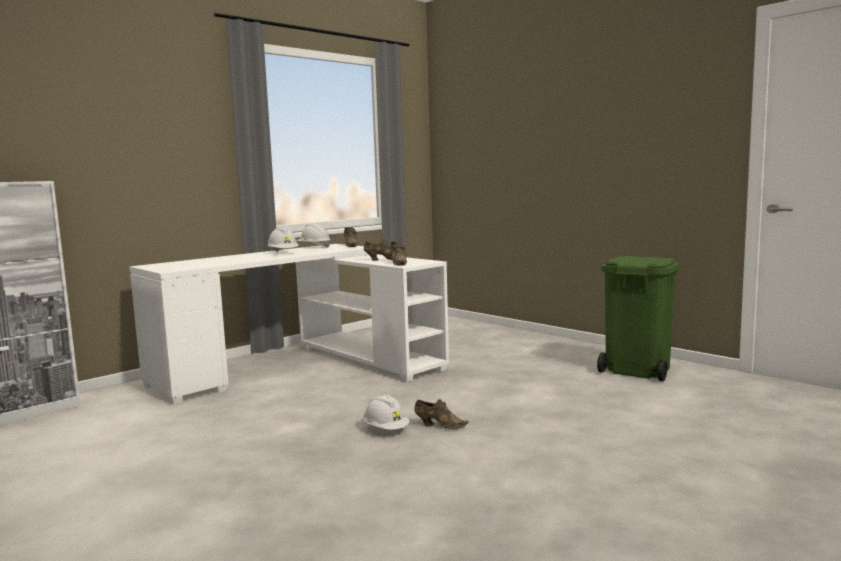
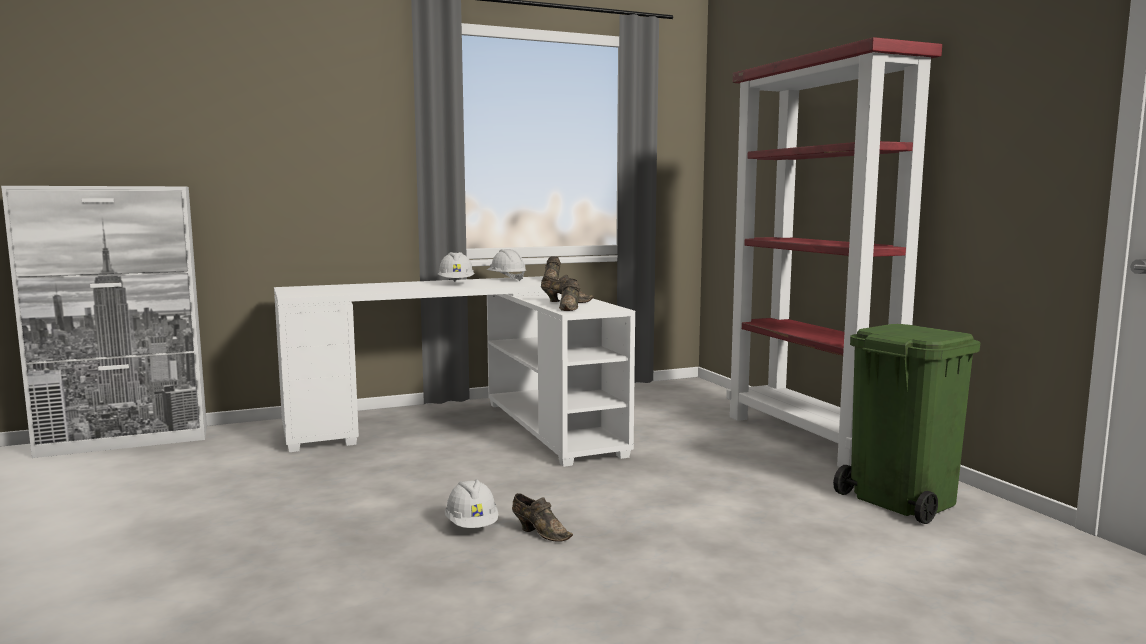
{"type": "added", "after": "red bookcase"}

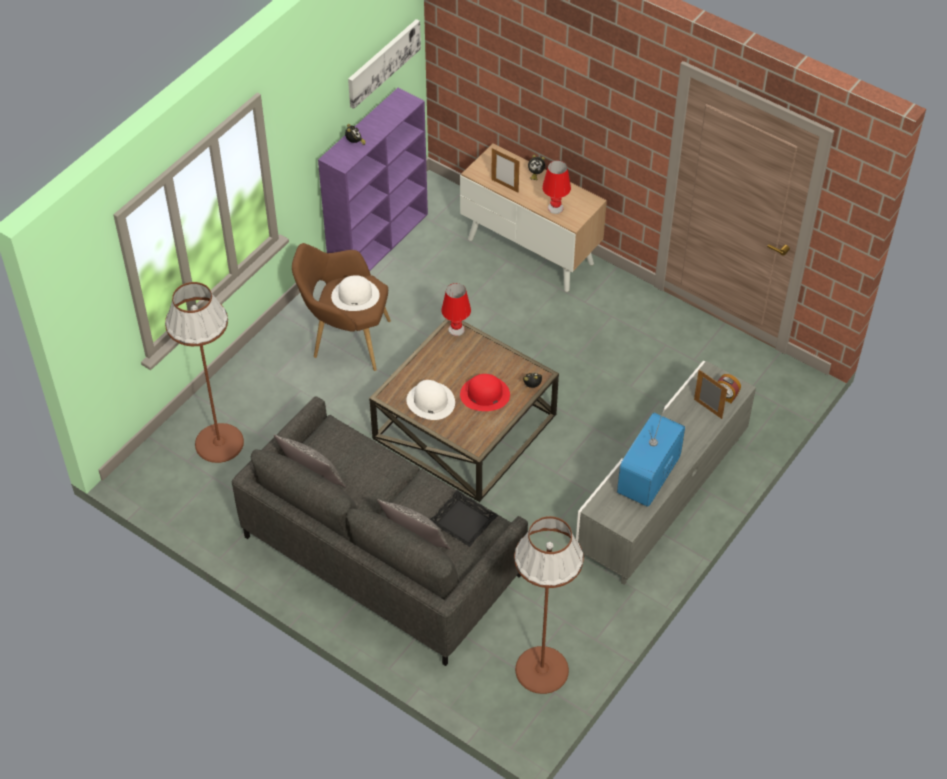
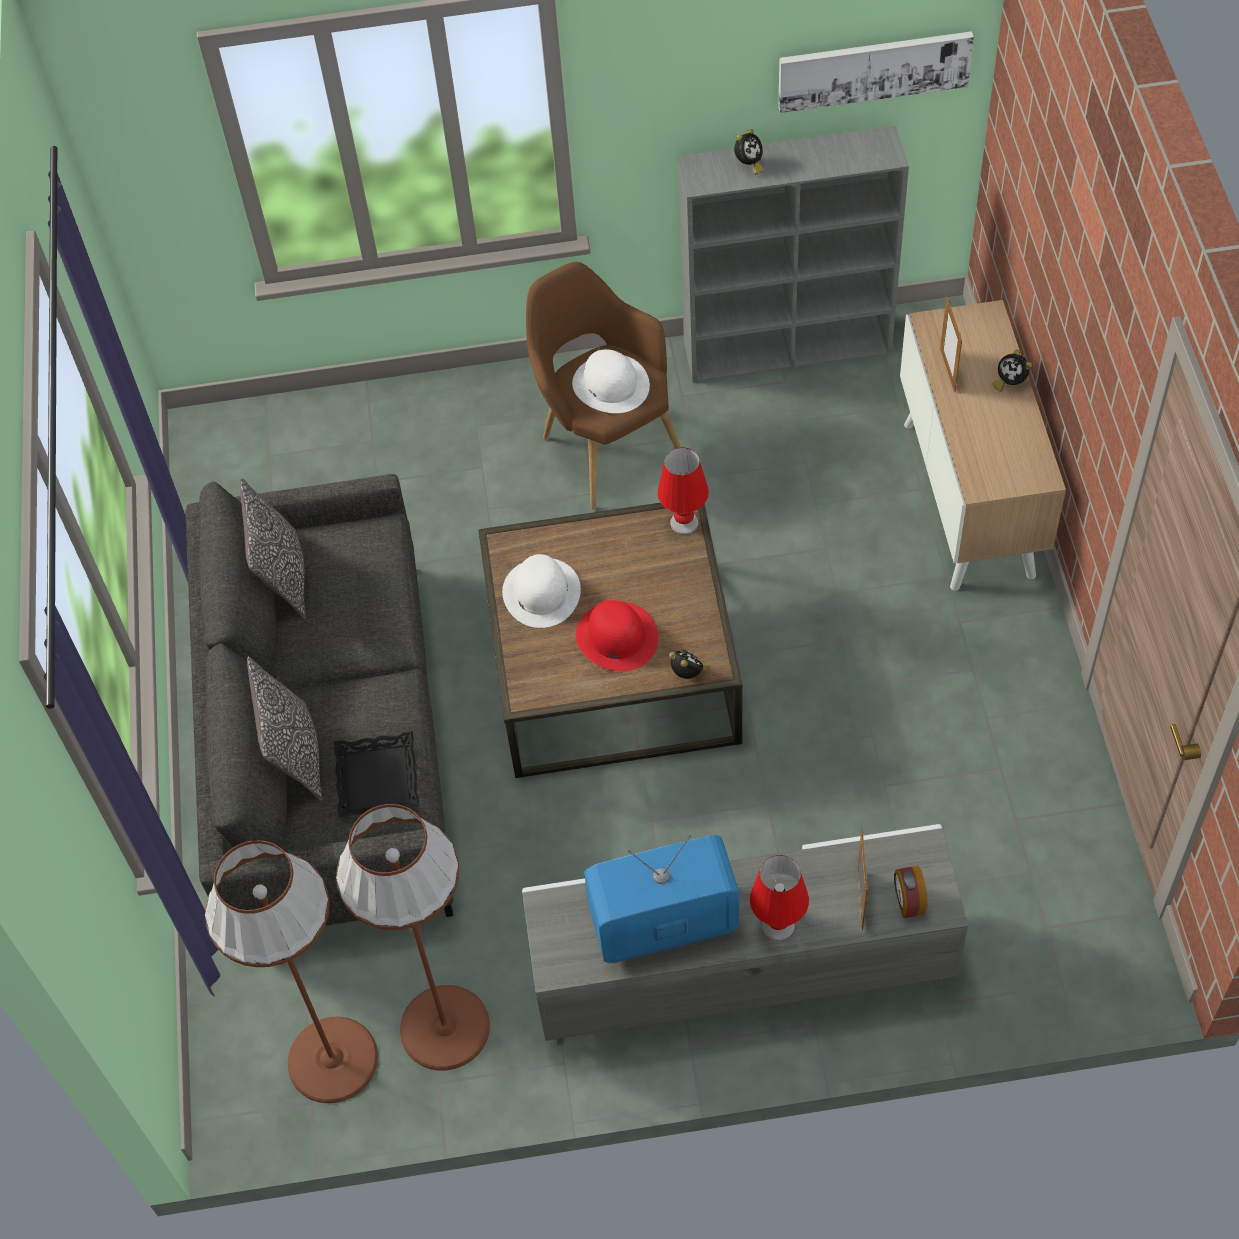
{"type": "moved", "before": "brown floor lamp (1st from left in the first image)", "after": "brown floor lamp (2nd from left)"}
{"type": "recoloured", "before": "purple bookcase", "after": "grey bookcase"}
{"type": "moved", "before": "red table lamp (2nd from left)"}

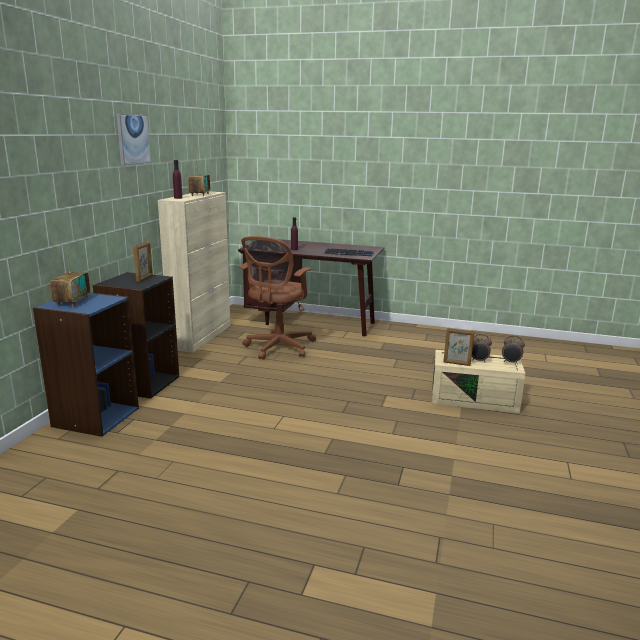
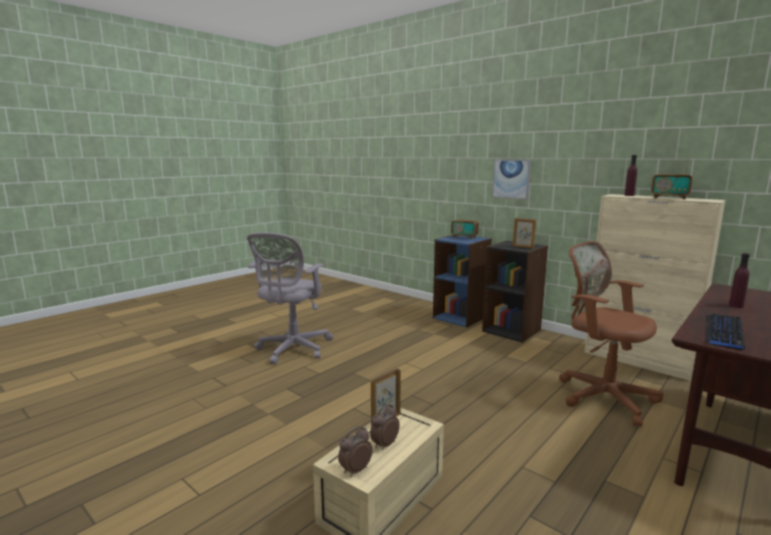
{"type": "moved", "before": "picture"}
{"type": "added", "after": "grey office chair"}

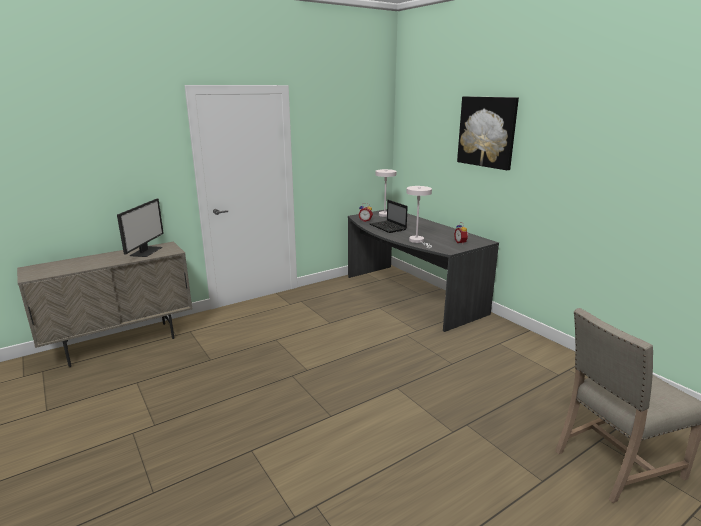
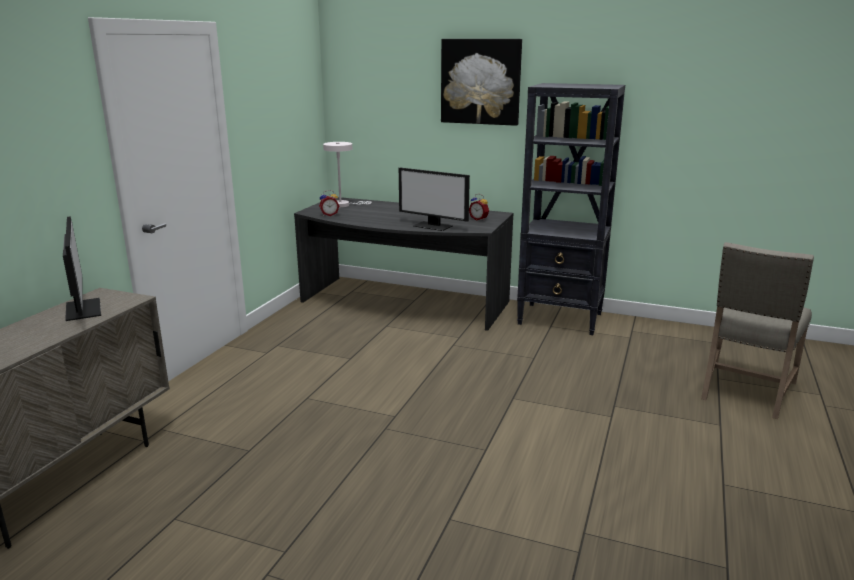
{"type": "removed", "before": "laptop"}
{"type": "replaced", "before": "white table lamp (2nd from left)", "after": "monitor (2nd from left)"}
{"type": "added", "after": "black bookcase"}

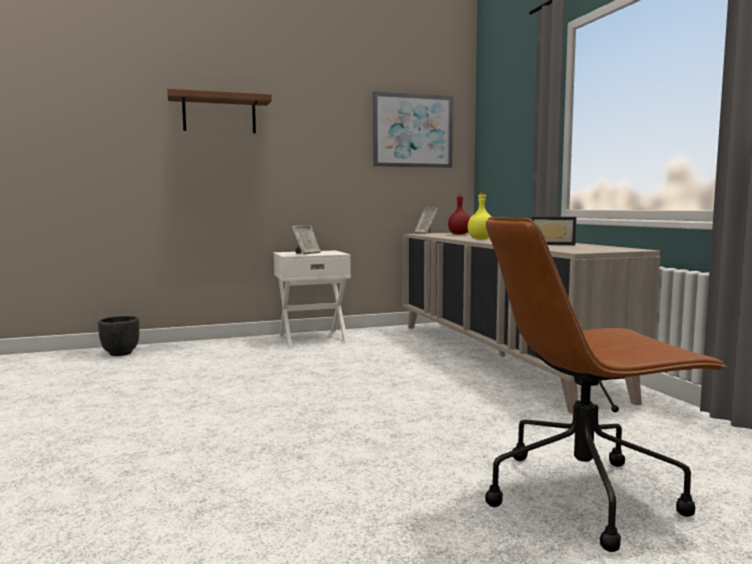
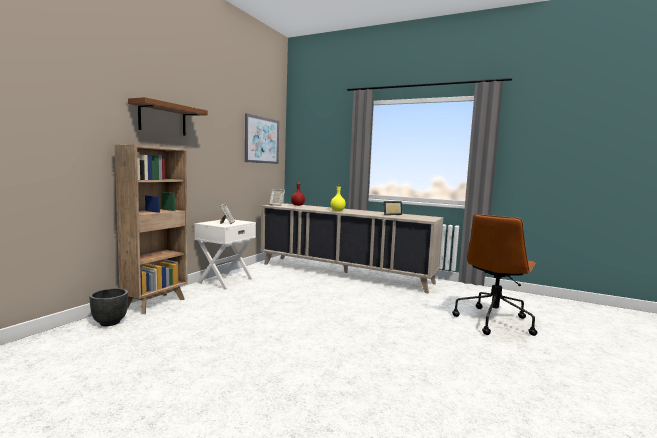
{"type": "added", "after": "brown bookcase"}

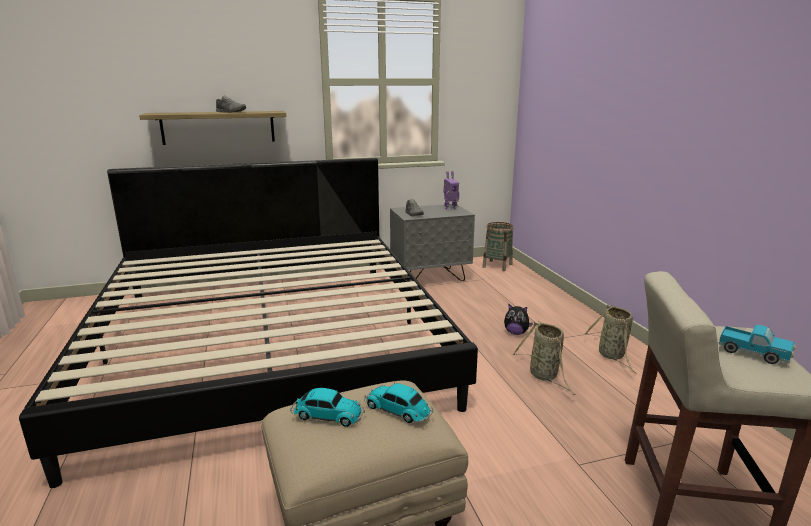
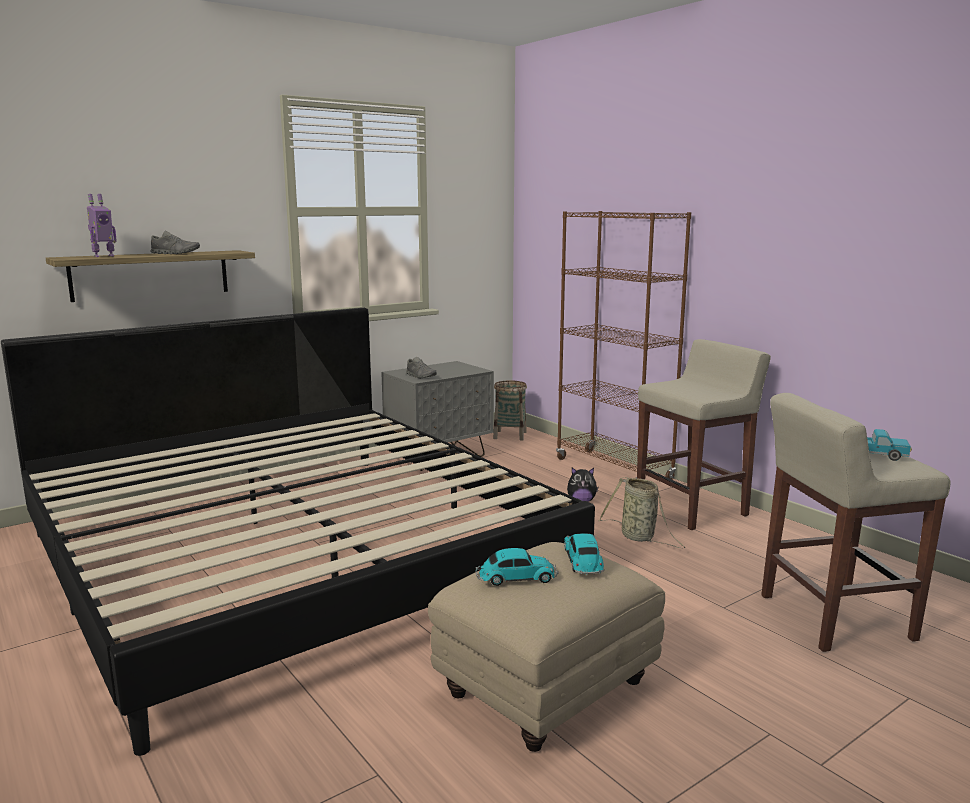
{"type": "turned", "before": "toy car (2nd from left)", "turn": 75}
{"type": "moved", "before": "toy robot"}
{"type": "replaced", "before": "basket (3rd from left)", "after": "beige stool (1st from left)"}
{"type": "added", "after": "brown bookcase"}

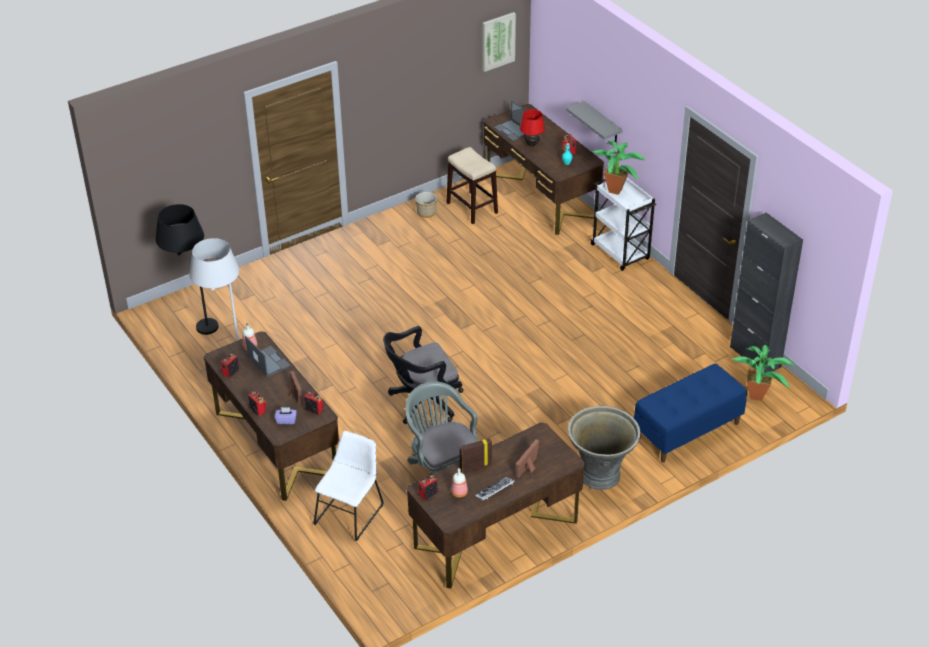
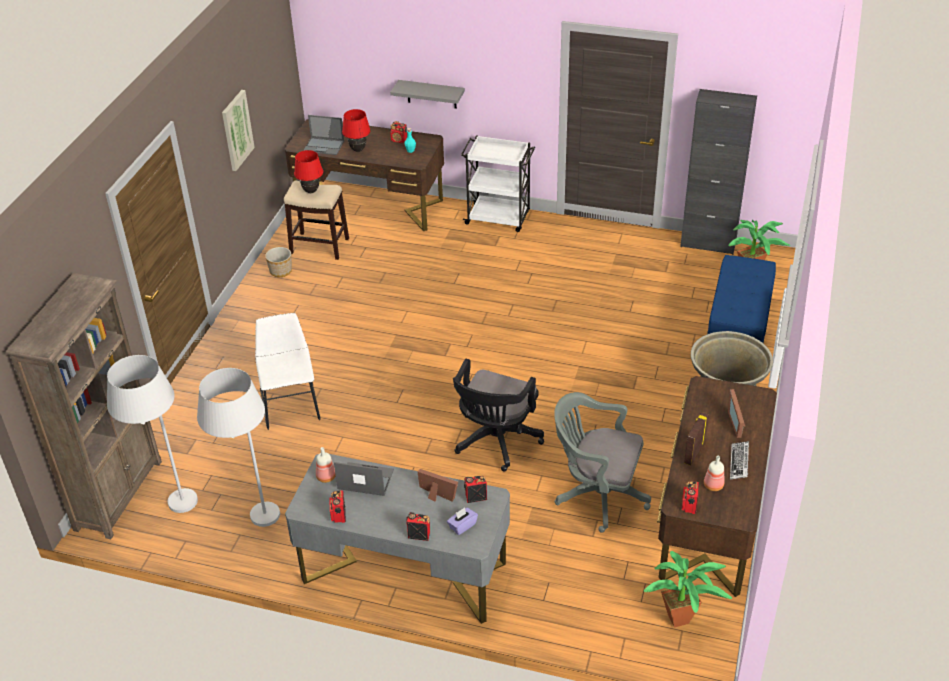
{"type": "recoloured", "before": "black floor lamp", "after": "white floor lamp (1st from left)"}
{"type": "recoloured", "before": "brown desk (1st from left)", "after": "grey desk"}
{"type": "moved", "before": "white chair"}
{"type": "moved", "before": "picture"}
{"type": "moved", "before": "potted plant (1st from left)"}
{"type": "added", "after": "brown bookcase"}
{"type": "added", "after": "red table lamp (1st from left)"}

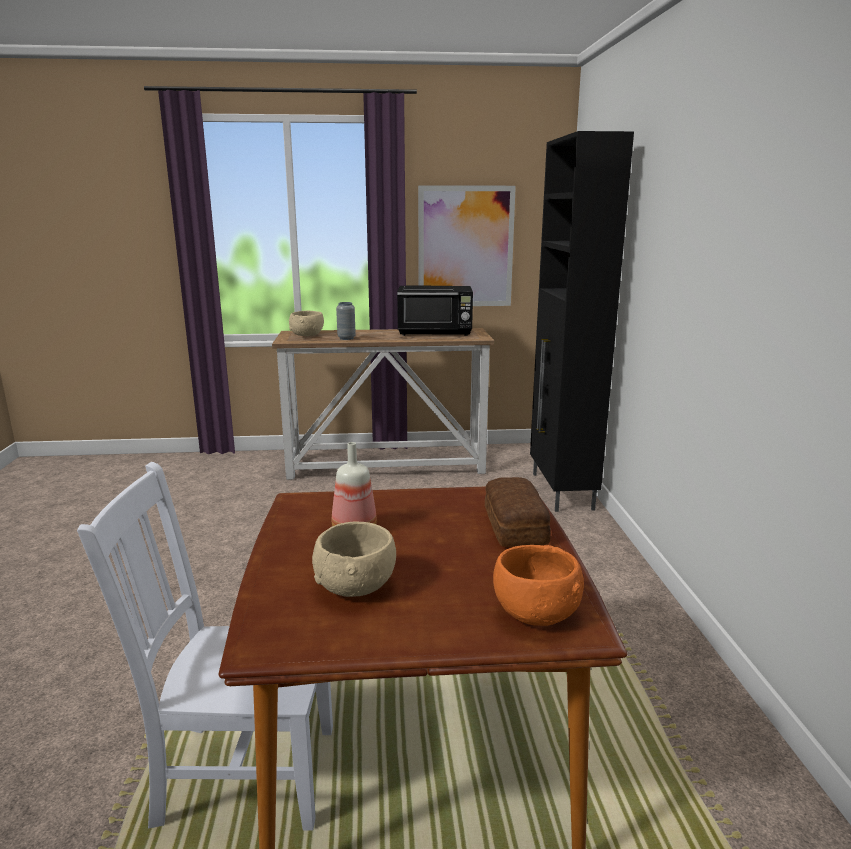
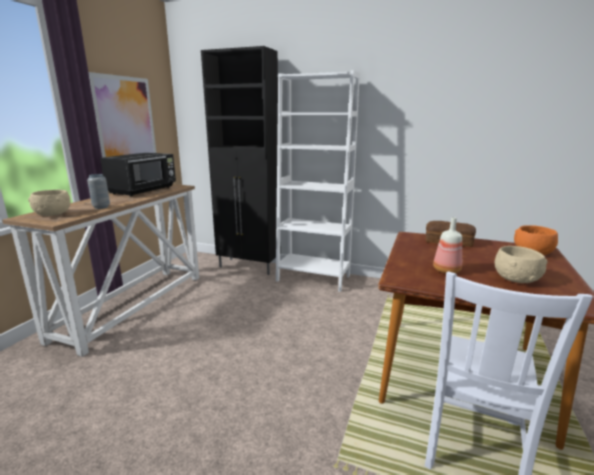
{"type": "added", "after": "white bookcase"}

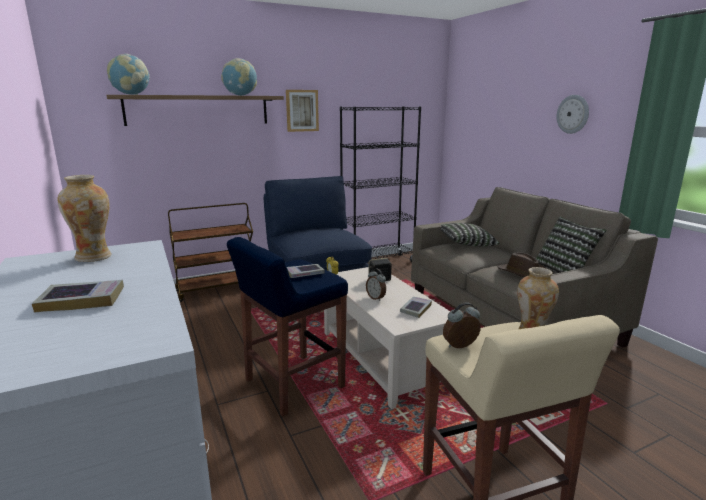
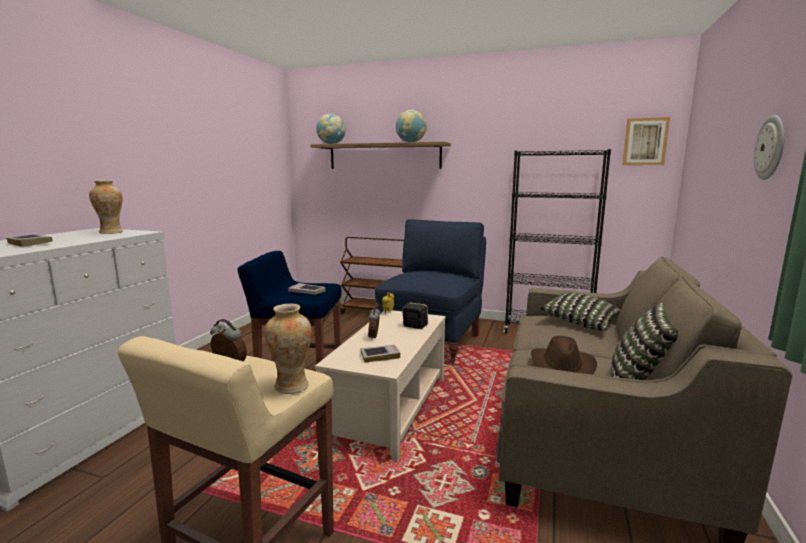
{"type": "moved", "before": "picture"}

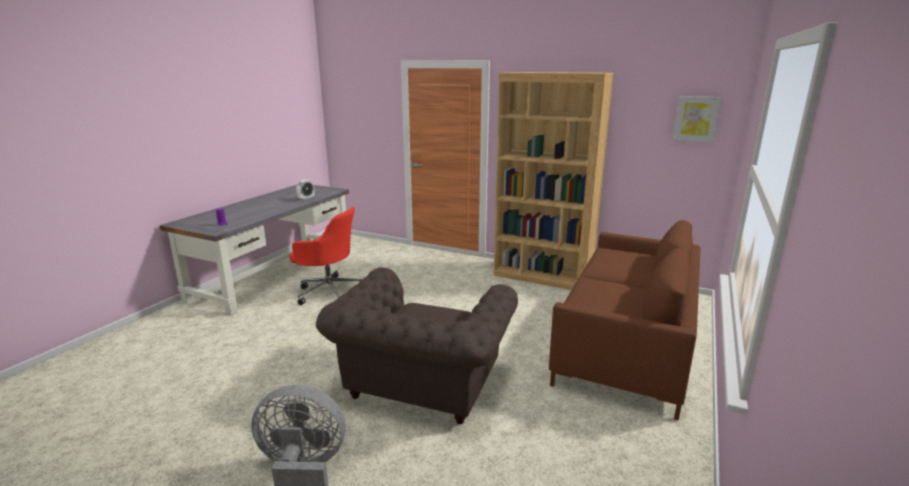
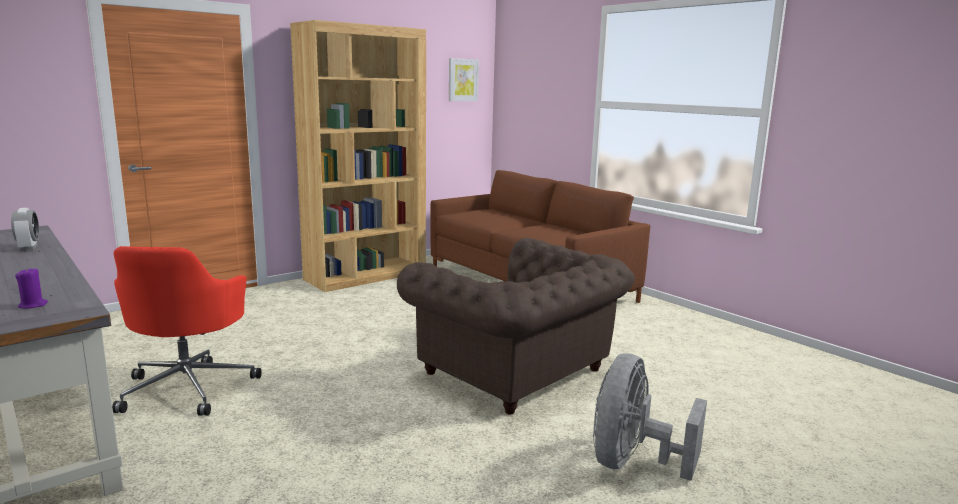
{"type": "turned", "before": "red office chair", "turn": 135}

